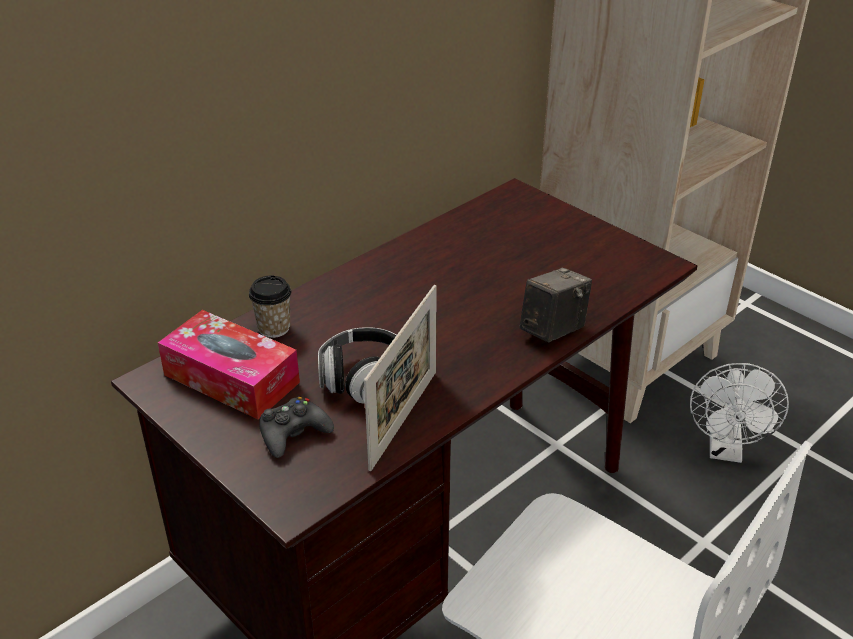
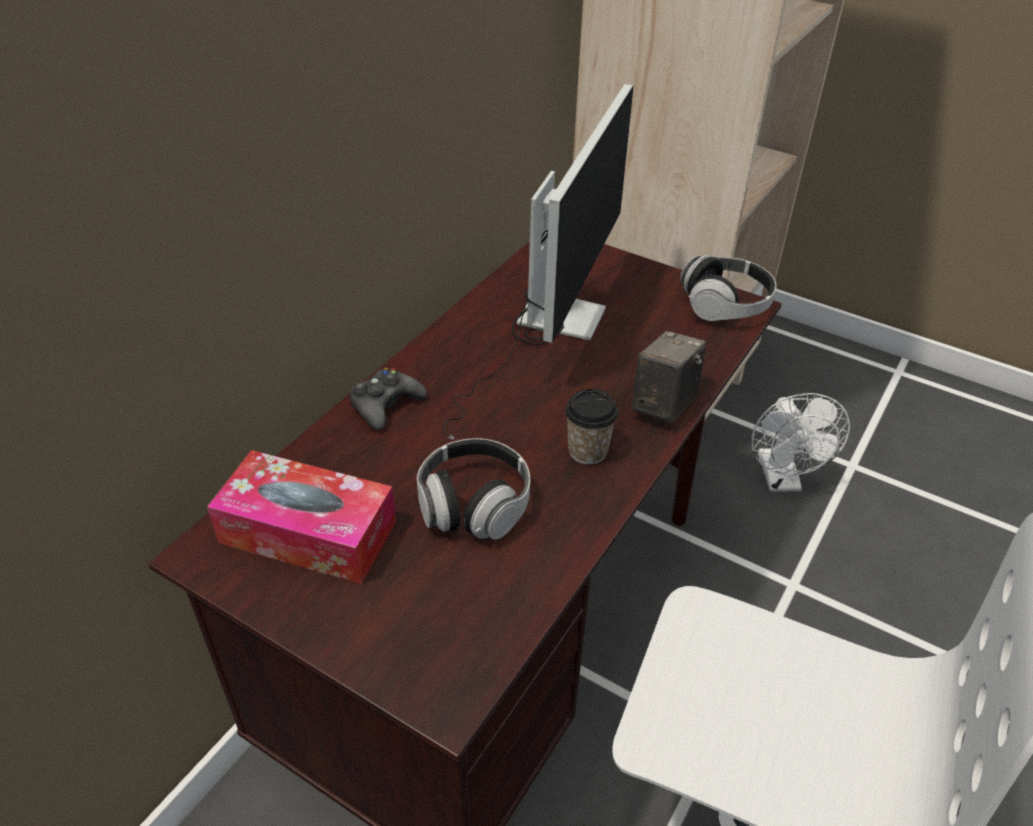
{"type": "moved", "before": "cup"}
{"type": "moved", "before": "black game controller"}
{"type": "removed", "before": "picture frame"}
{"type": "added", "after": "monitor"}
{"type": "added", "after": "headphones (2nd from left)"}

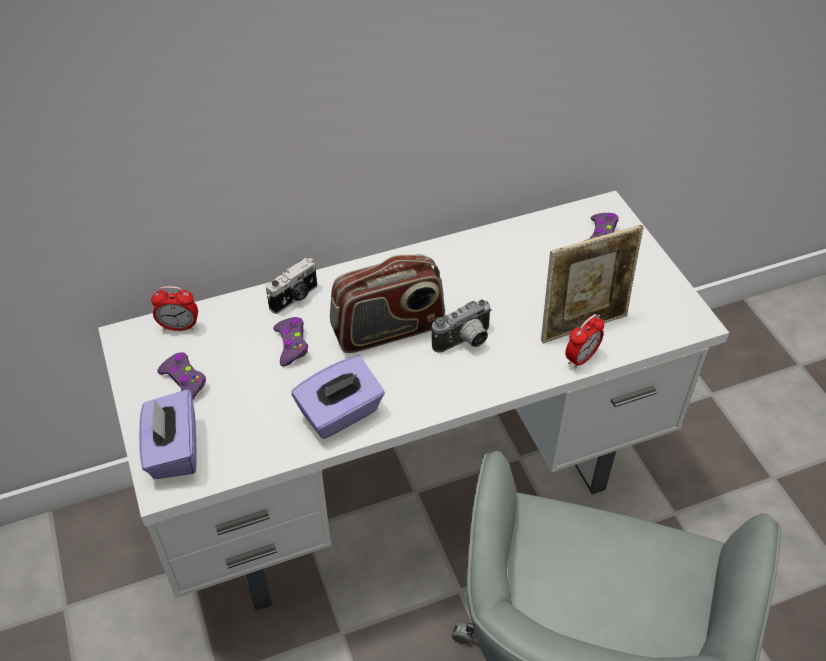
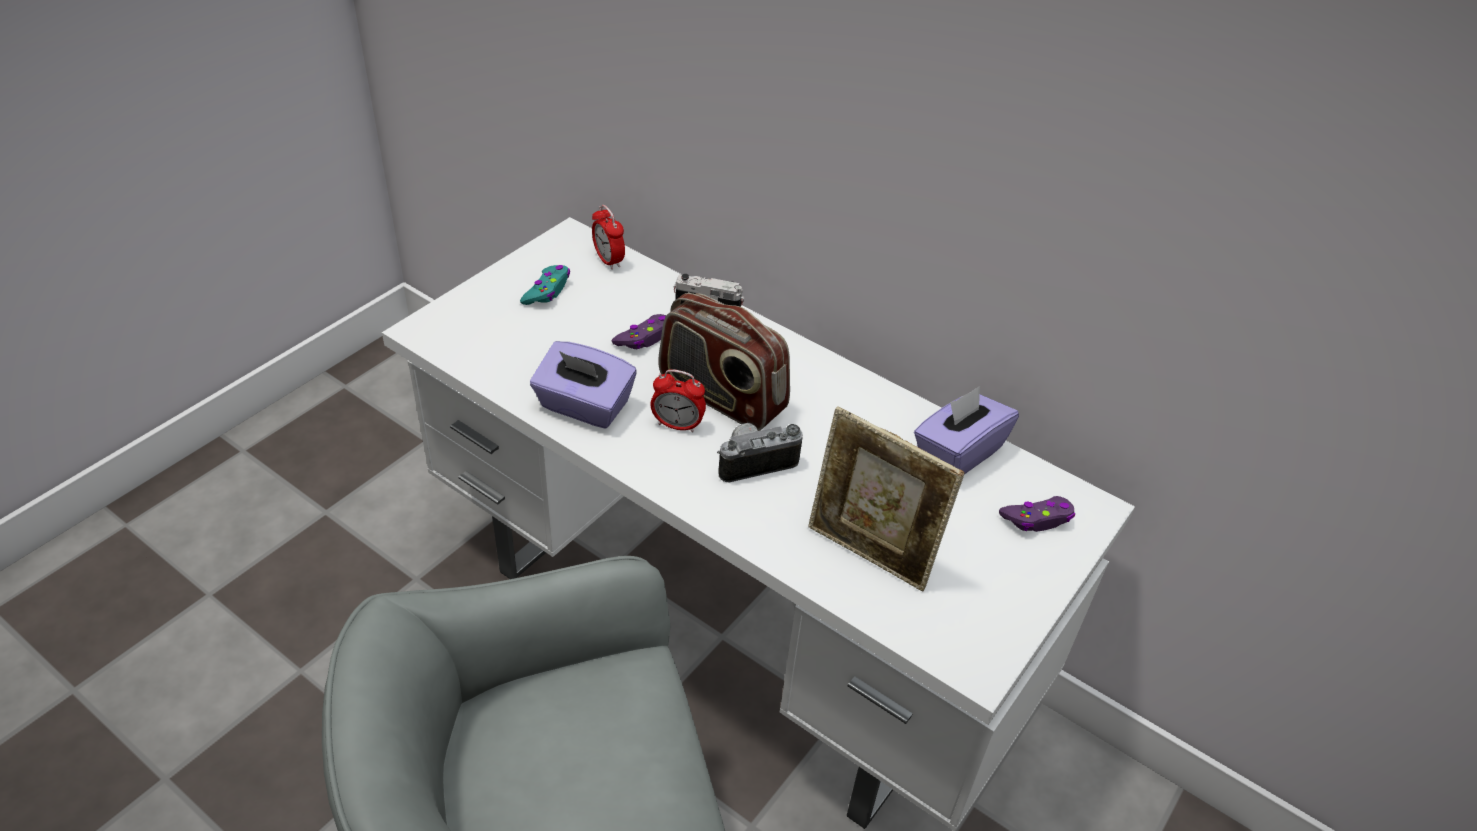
{"type": "moved", "before": "purple tissue box (1st from left in the first image)", "after": "purple tissue box (2nd from left)"}
{"type": "recoloured", "before": "purple game controller (1st from left)", "after": "turquoise game controller"}
{"type": "turned", "before": "photo camera (2nd from left)", "turn": 135}
{"type": "moved", "before": "alarm clock (2nd from left)"}

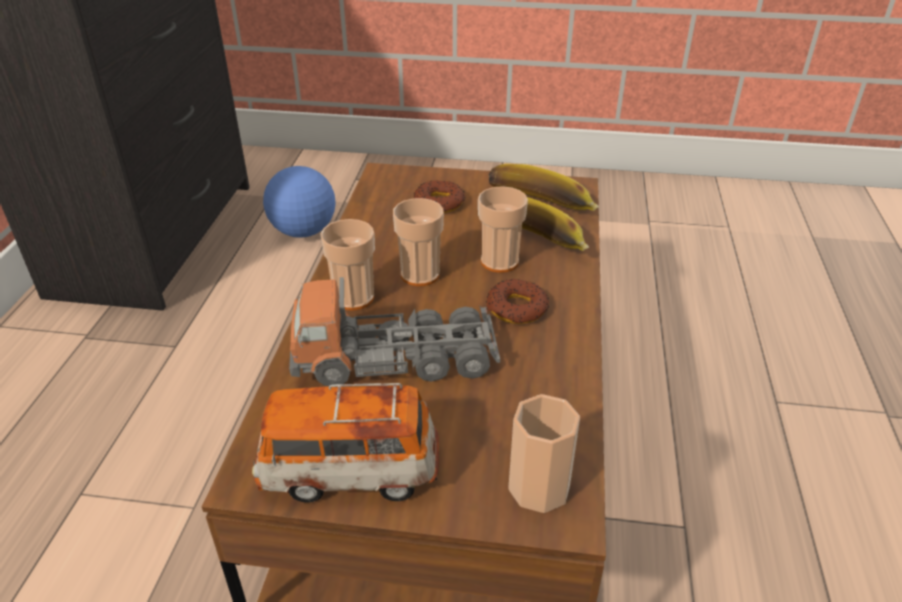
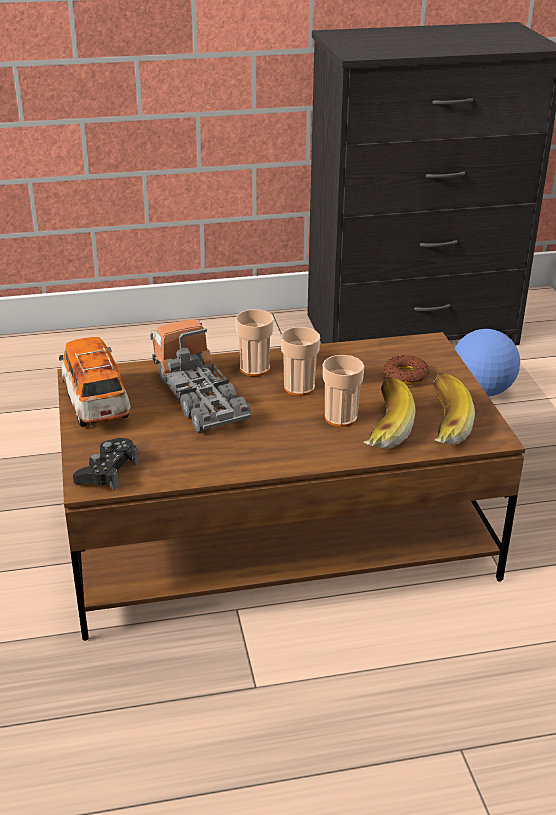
{"type": "removed", "before": "donut (2nd from left)"}
{"type": "replaced", "before": "cup (4th from left)", "after": "black game controller"}

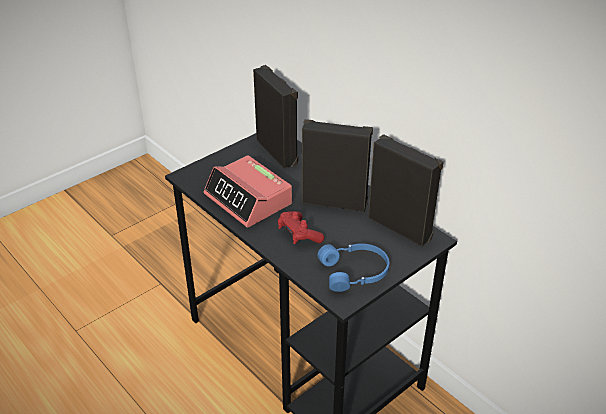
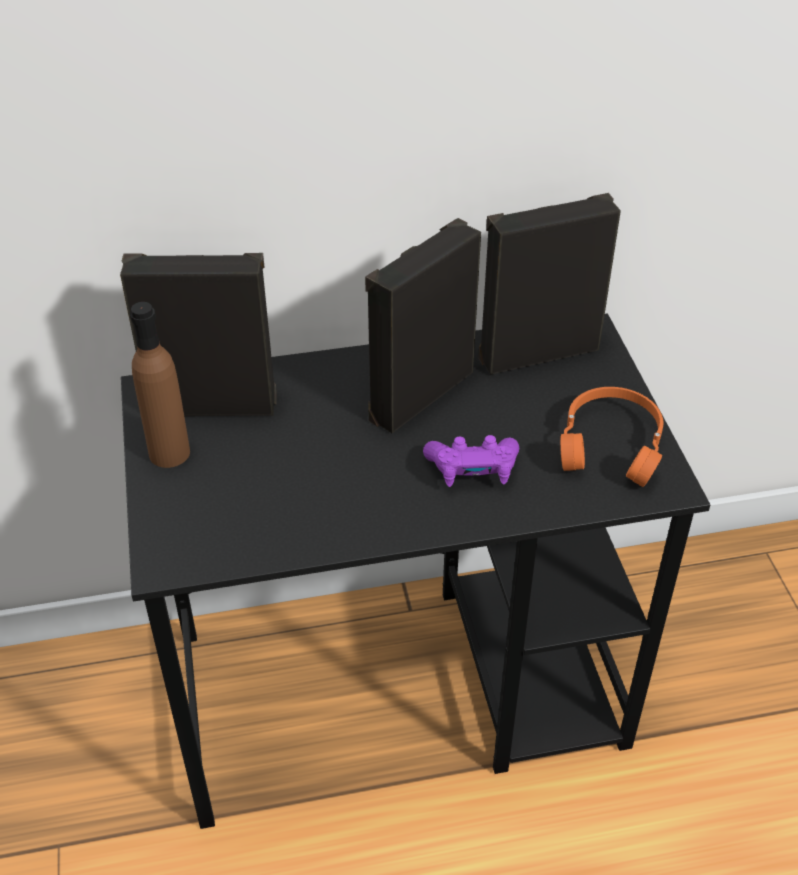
{"type": "removed", "before": "alarm clock"}
{"type": "recoloured", "before": "red game controller", "after": "purple game controller"}
{"type": "recoloured", "before": "blue headphones", "after": "orange headphones"}
{"type": "added", "after": "brown bottle"}

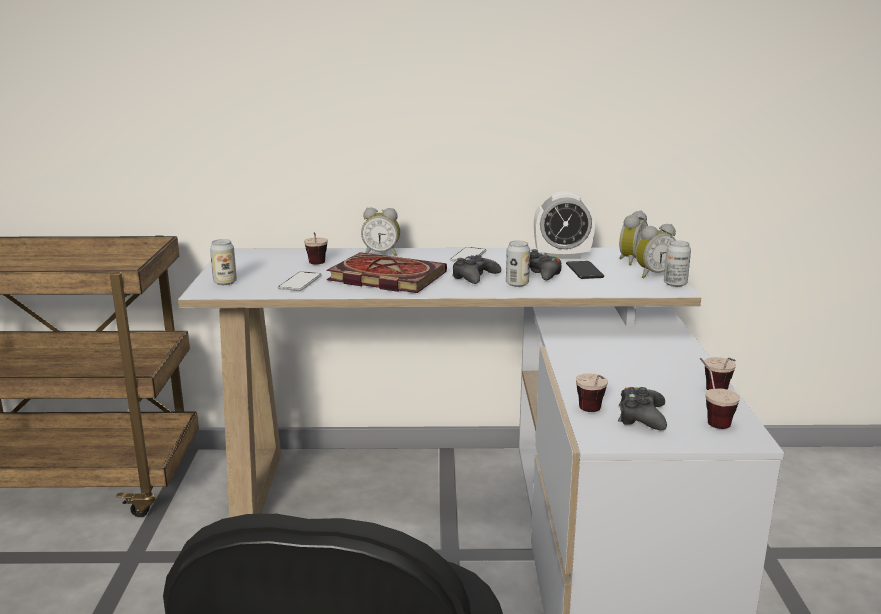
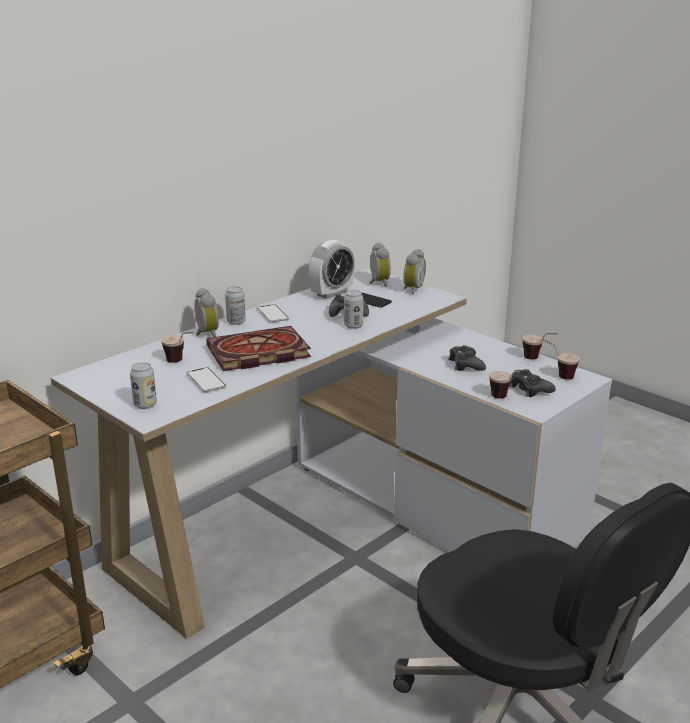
{"type": "turned", "before": "alarm clock (1st from left)", "turn": -75}
{"type": "moved", "before": "black game controller (1st from left in the first image)", "after": "black game controller (2nd from left)"}
{"type": "moved", "before": "can (3rd from left in the first image)", "after": "can (2nd from left)"}

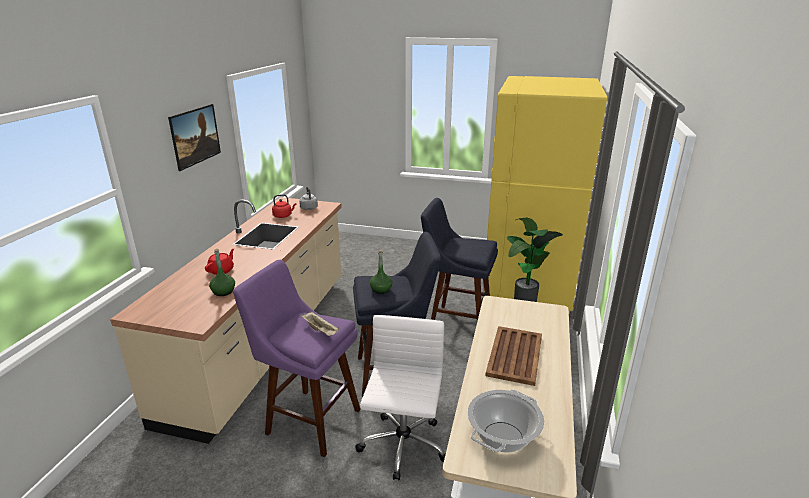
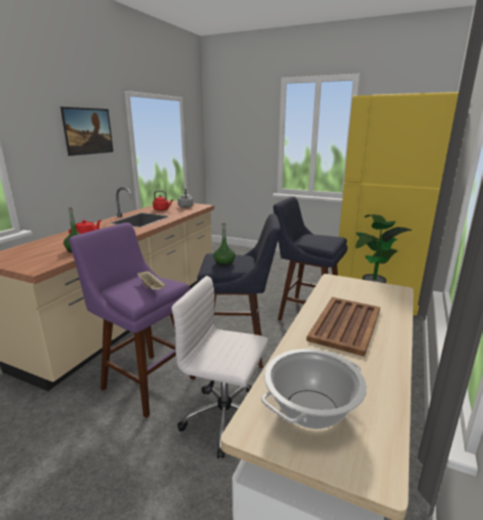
{"type": "turned", "before": "white office chair", "turn": -90}

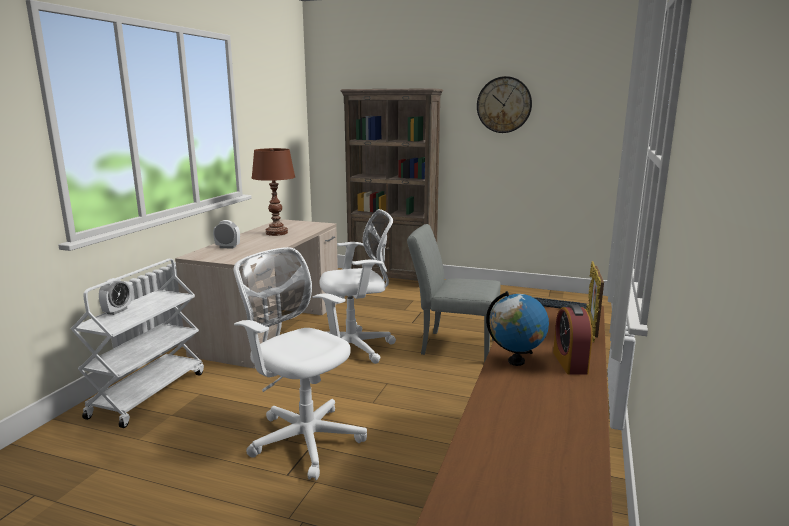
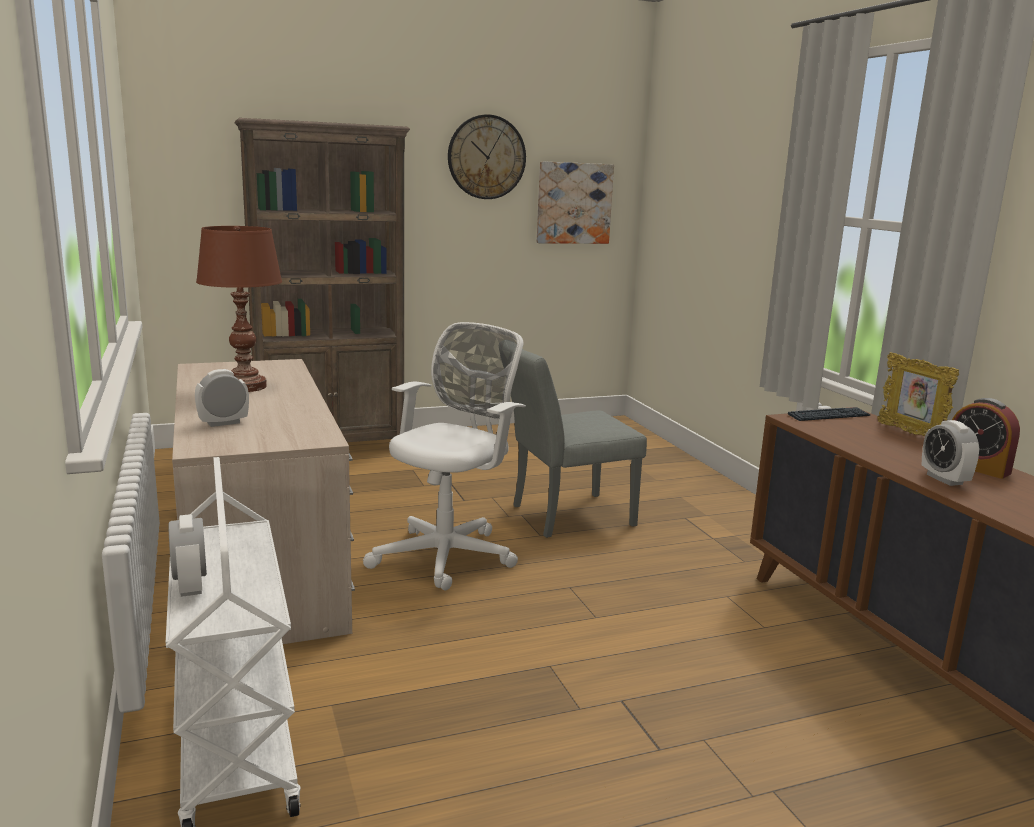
{"type": "removed", "before": "white office chair (1st from left)"}
{"type": "replaced", "before": "globe", "after": "alarm clock (3rd from left)"}
{"type": "added", "after": "picture"}

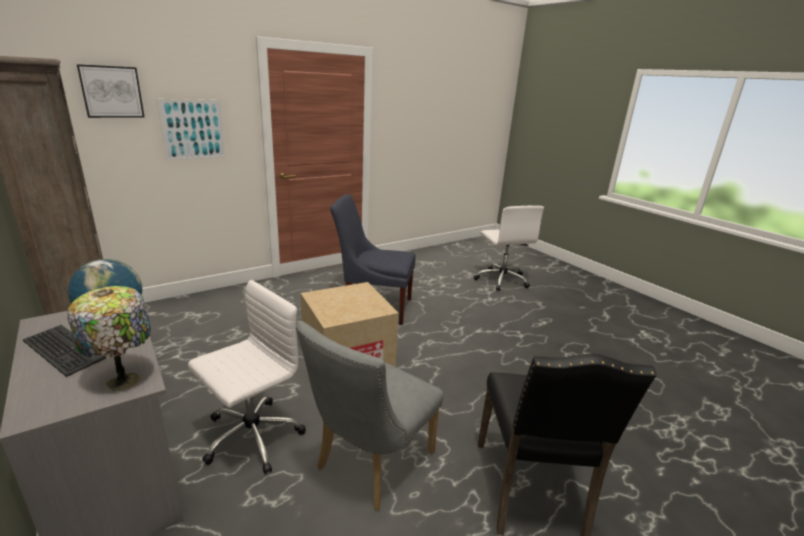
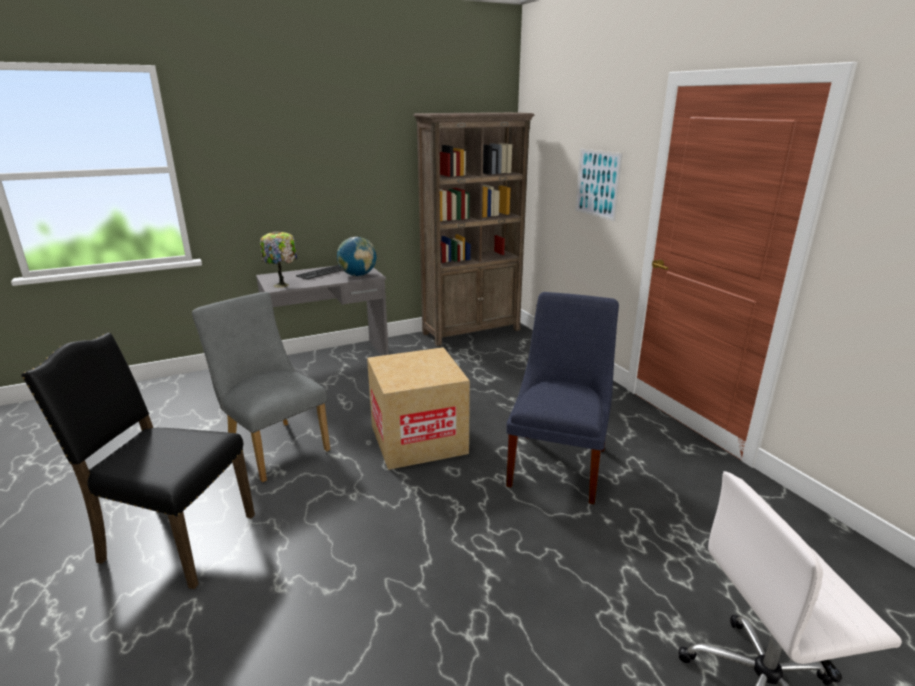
{"type": "removed", "before": "picture (1st from left)"}
{"type": "removed", "before": "white office chair (1st from left)"}

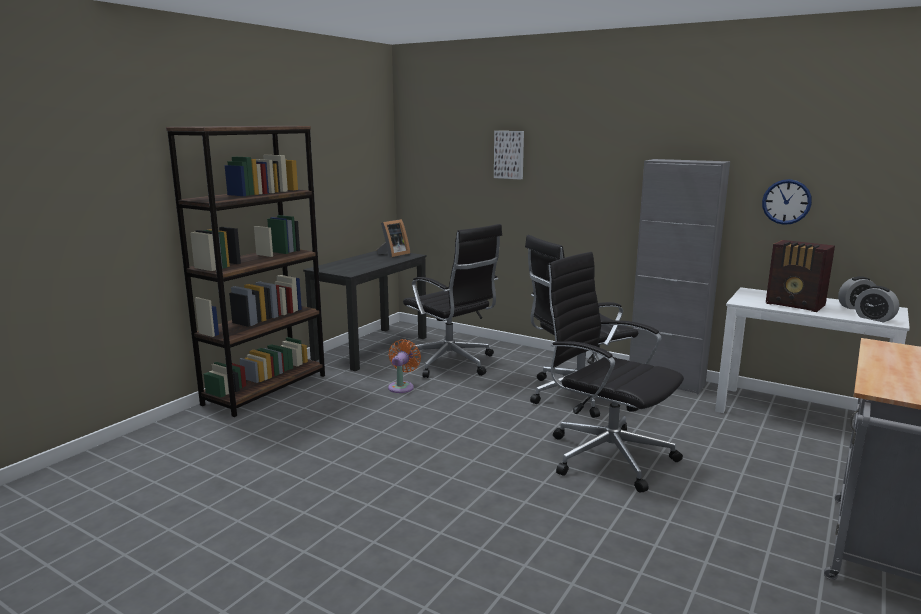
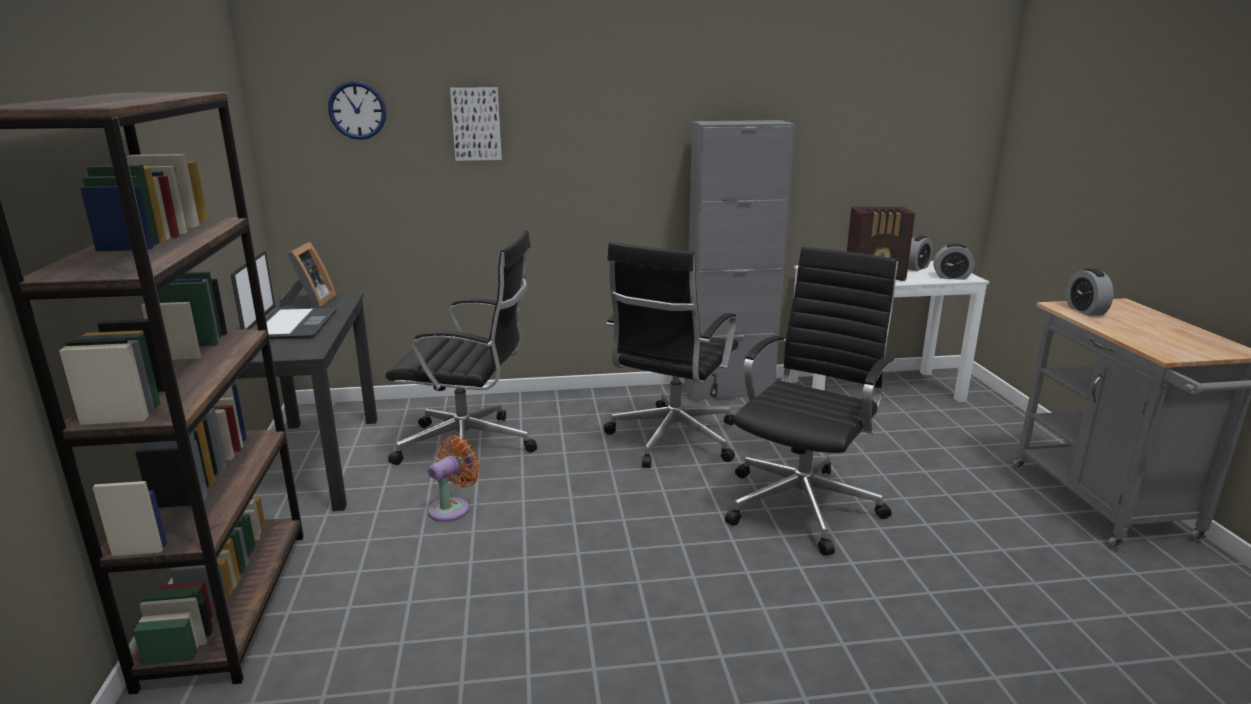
{"type": "turned", "before": "orange fan", "turn": 60}
{"type": "turned", "before": "black office chair (3rd from left)", "turn": 120}
{"type": "moved", "before": "wall clock"}
{"type": "added", "after": "laptop"}
{"type": "added", "after": "alarm clock (3rd from left)"}

